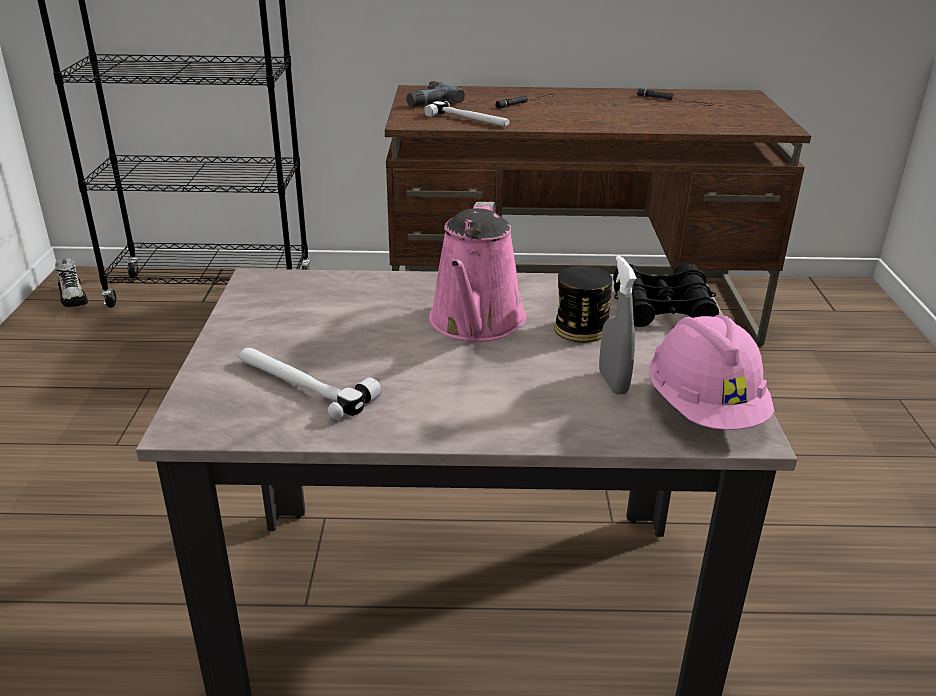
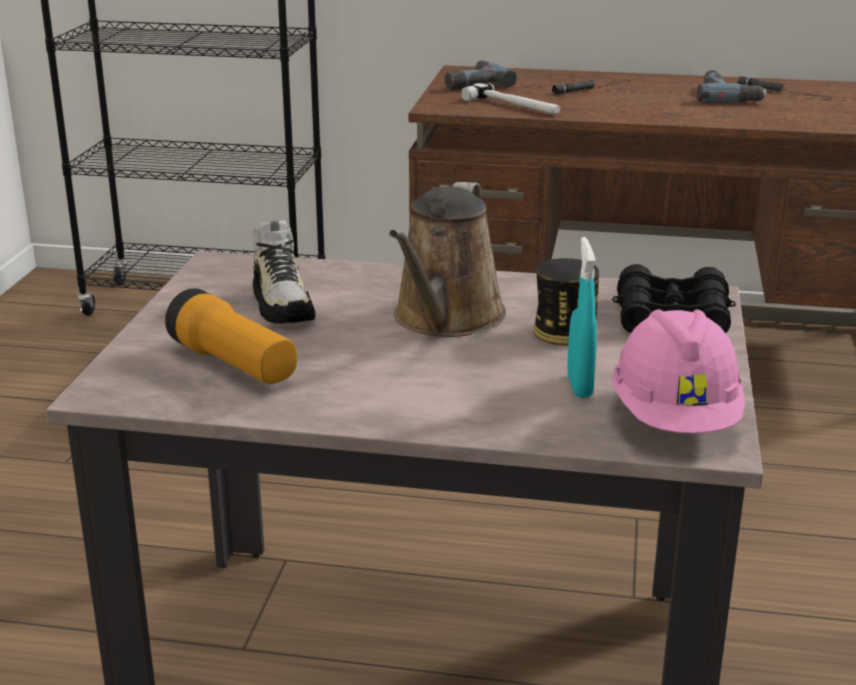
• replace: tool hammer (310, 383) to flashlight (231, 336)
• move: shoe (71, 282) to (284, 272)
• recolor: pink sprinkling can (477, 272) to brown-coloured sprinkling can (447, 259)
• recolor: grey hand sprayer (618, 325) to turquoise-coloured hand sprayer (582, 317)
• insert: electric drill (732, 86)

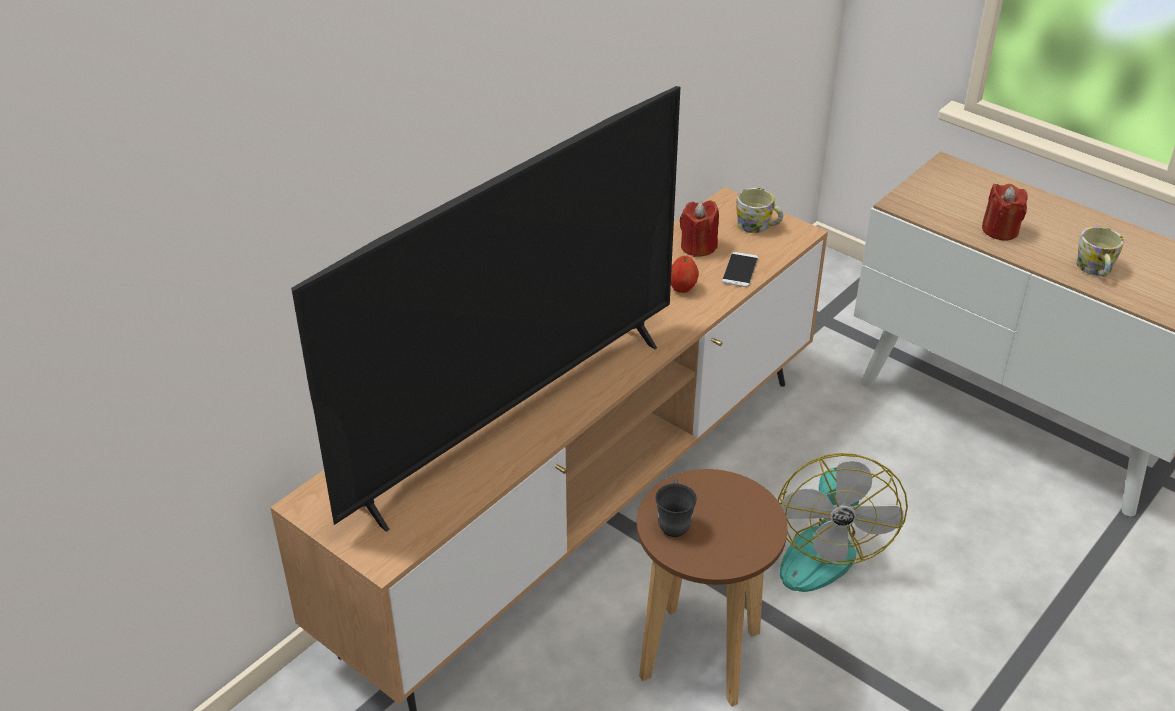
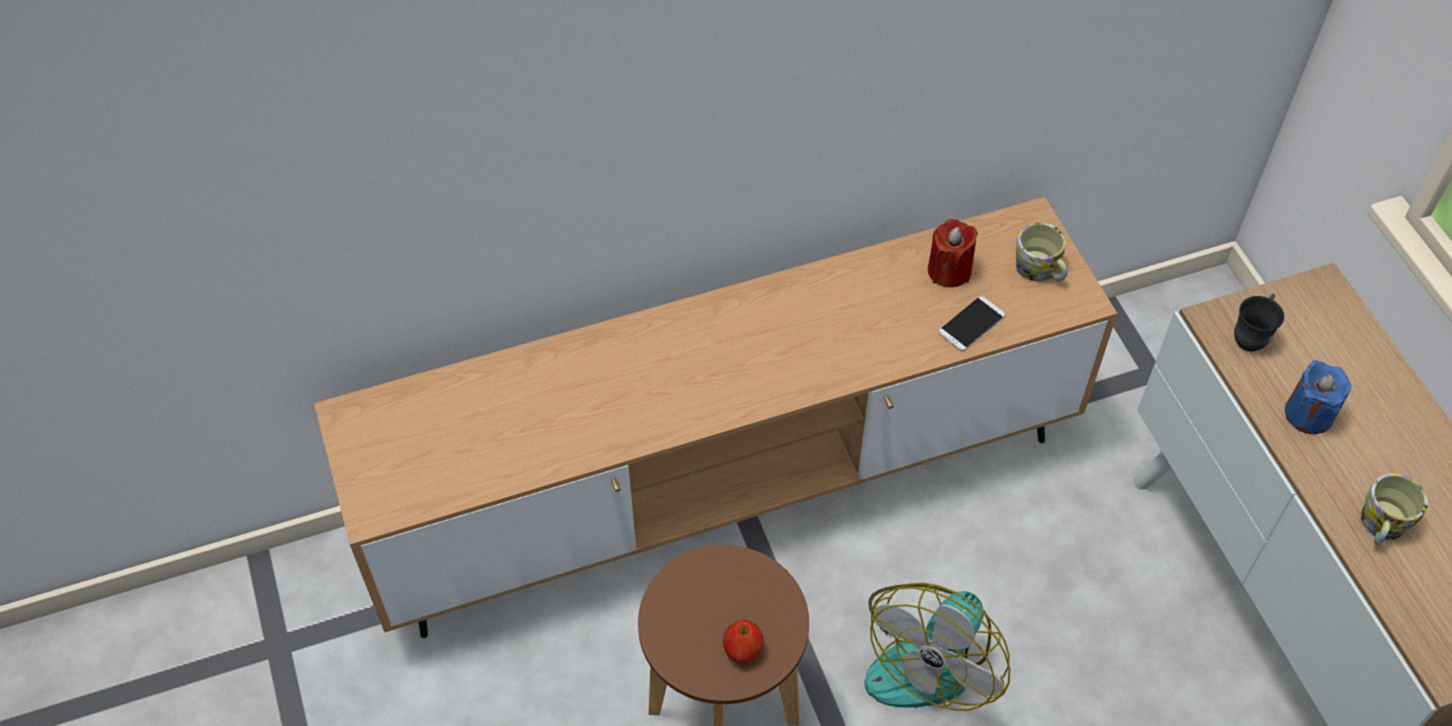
• move: whole apple (685, 274) to (743, 641)
• move: grey mug (676, 508) to (1259, 323)
• recolor: red candle (1005, 212) to bluish candle (1318, 397)
• delete: TV (485, 309)

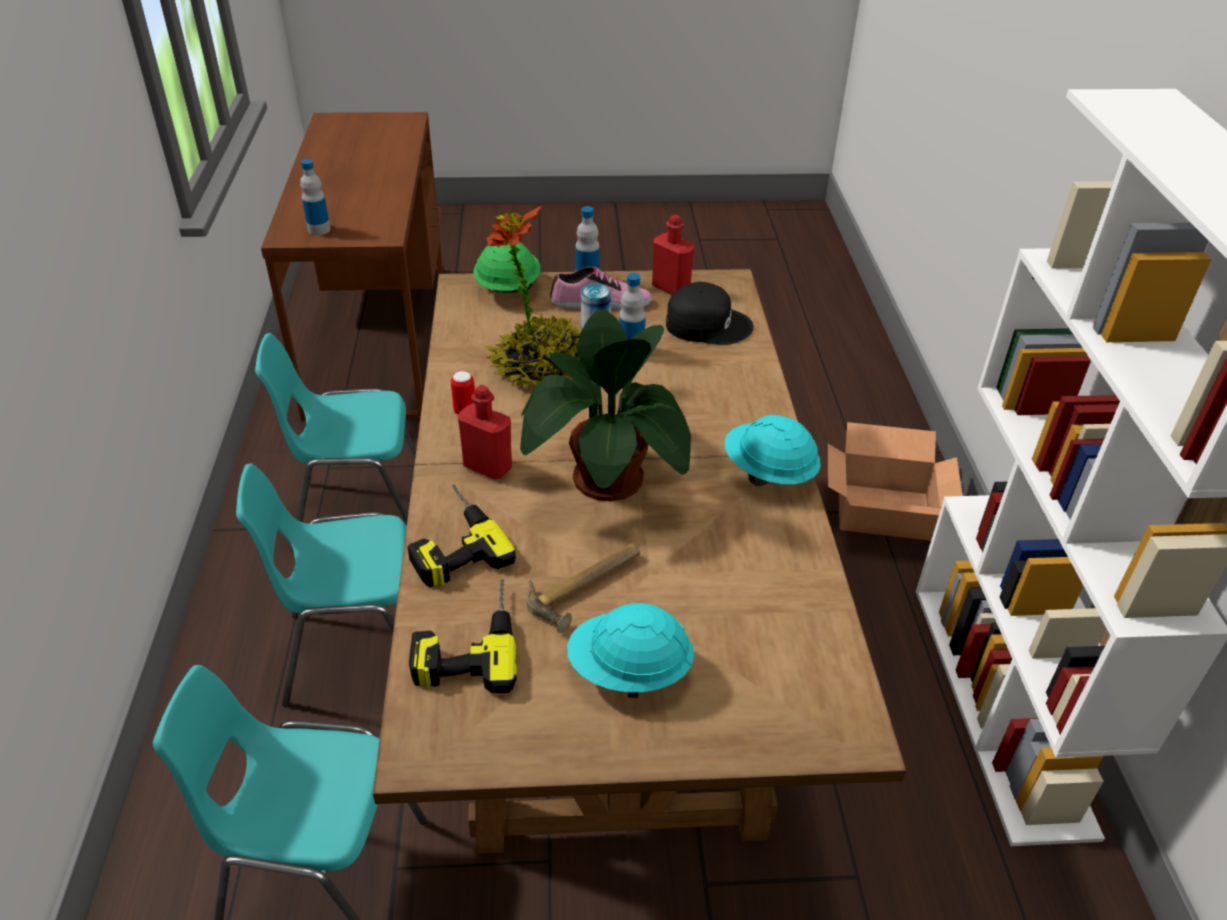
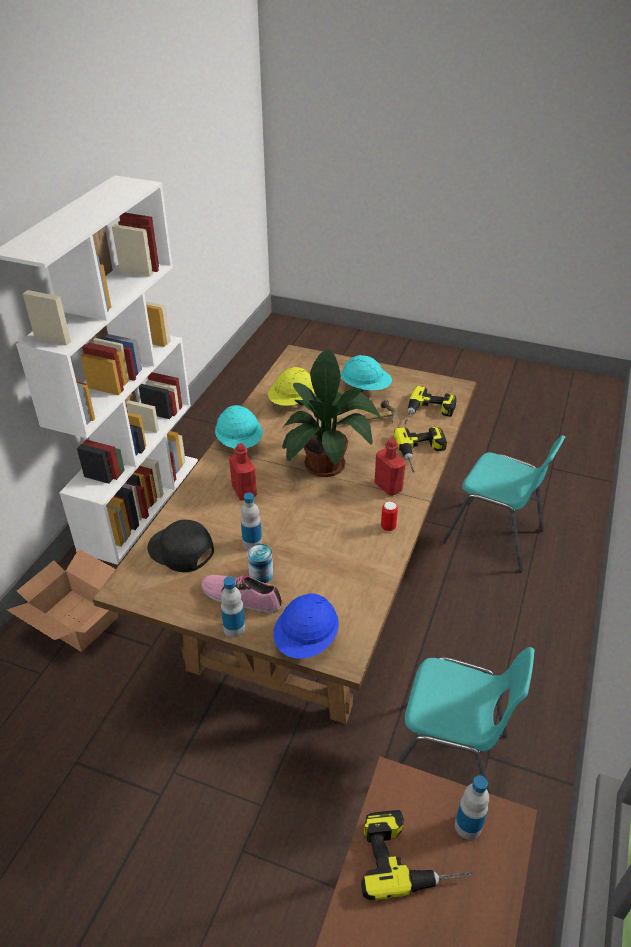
• move: red drink bottle (673, 255) to (243, 472)
• insert: yellow hard hat (291, 386)
• recolor: green hard hat (507, 267) to bluish hard hat (306, 625)
• insert: electric drill (417, 855)
• delete: turquoise-coloured plain chair (321, 585)
• delete: houseplant (532, 296)

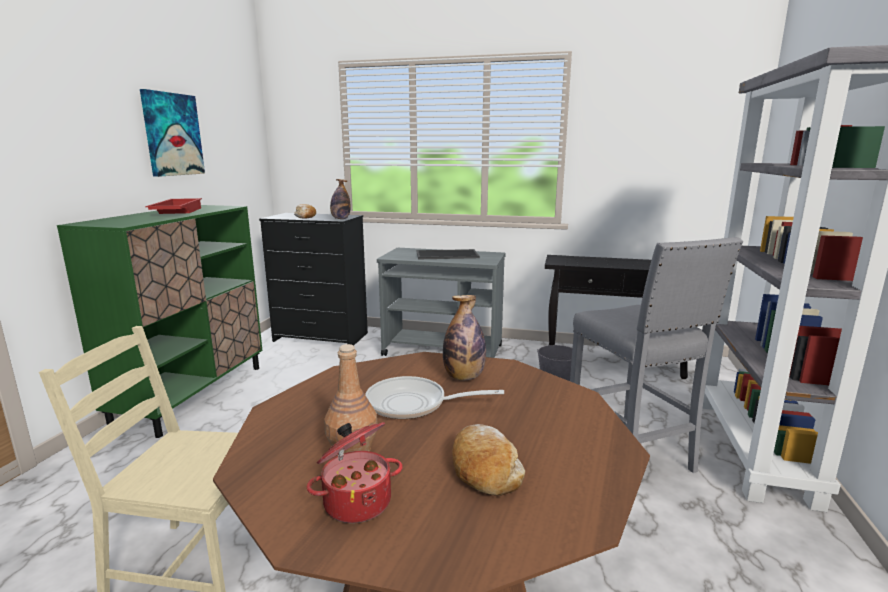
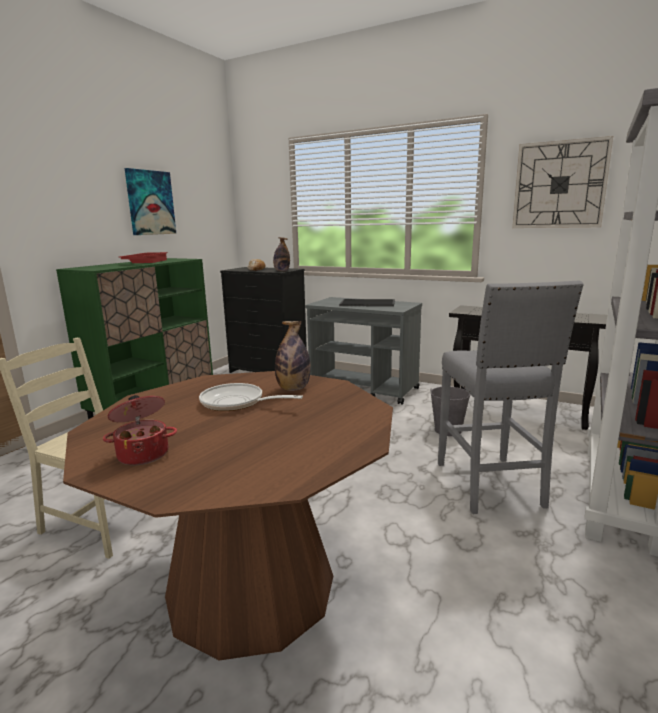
• insert: wall clock (562, 182)
• delete: brown-coloured drink bottle (351, 400)
• delete: baked bread (488, 460)

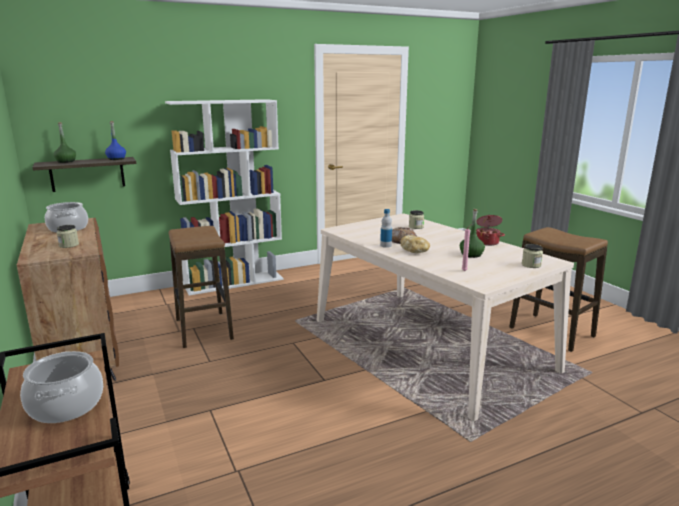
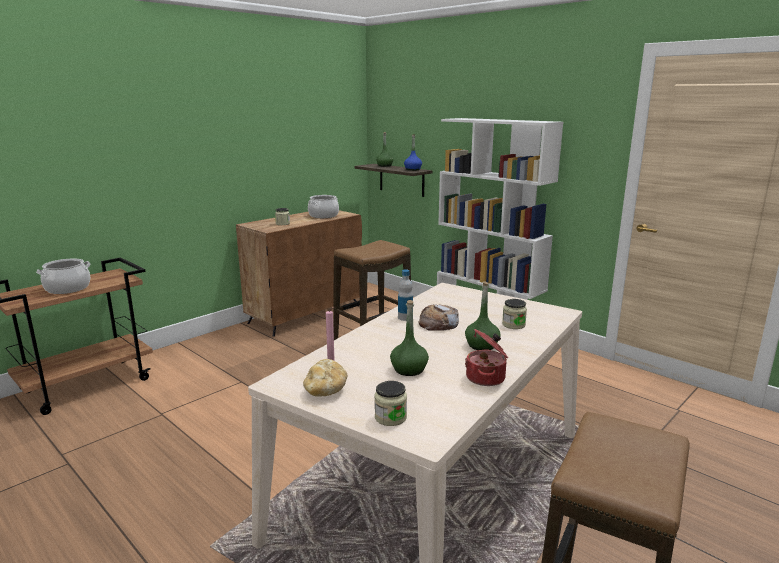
• move: baked bread (415, 244) to (325, 378)
• insert: green drink bottle (483, 316)

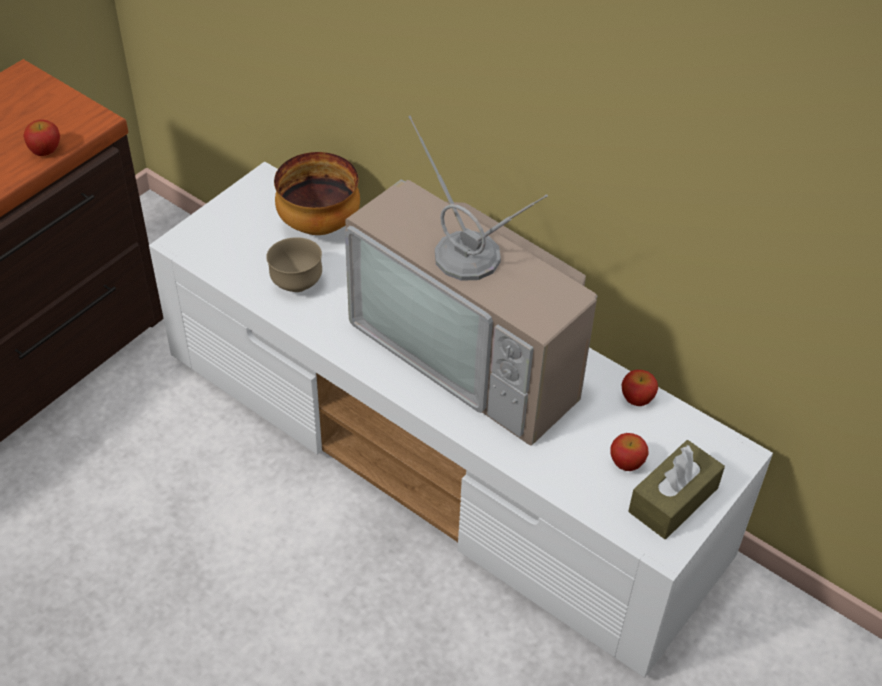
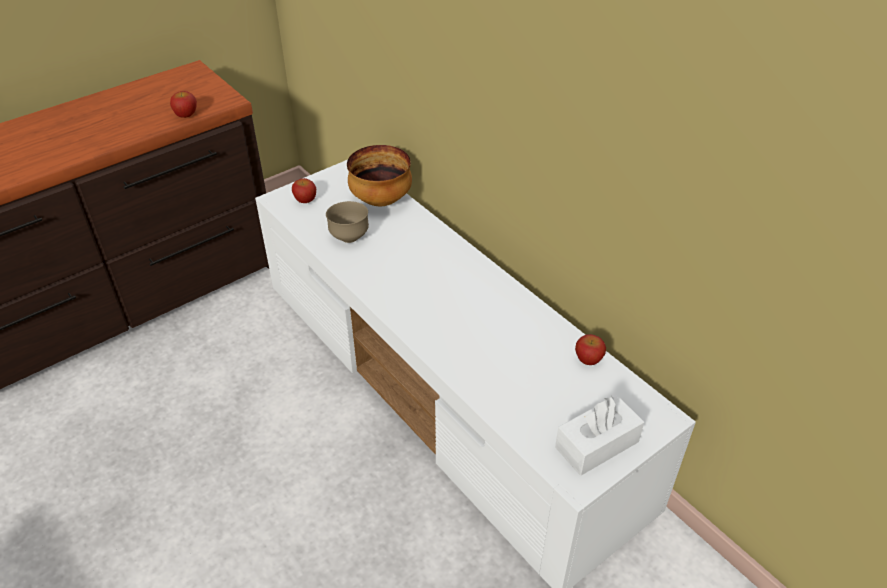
• move: whole apple (629, 452) to (304, 190)
• recolor: brown-coloured tissue box (677, 489) to white tissue box (599, 435)
• delete: TV (471, 280)

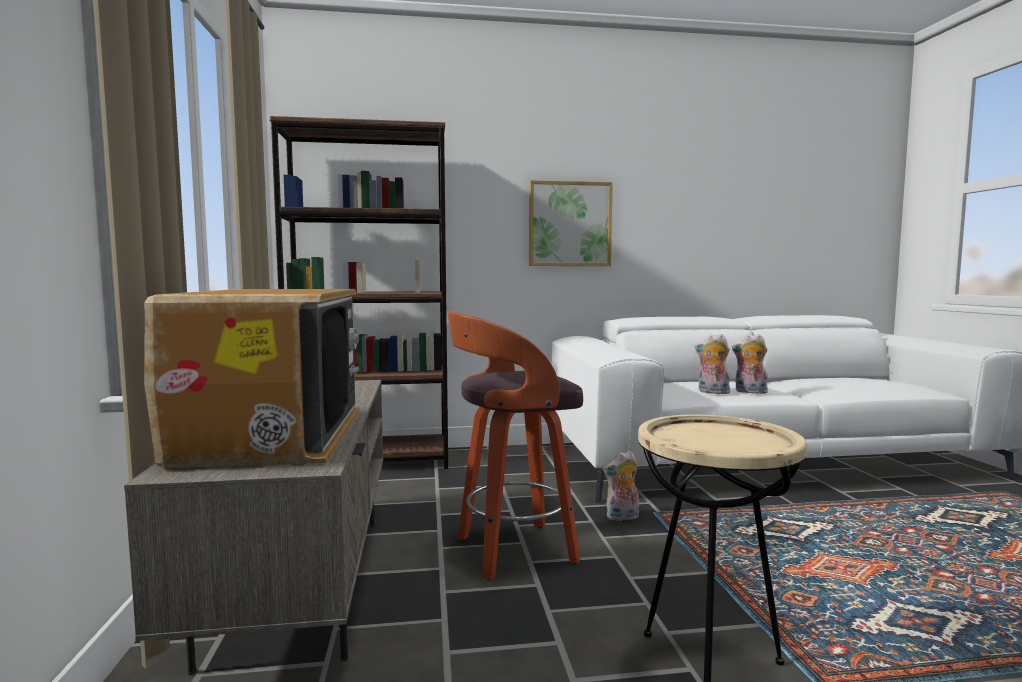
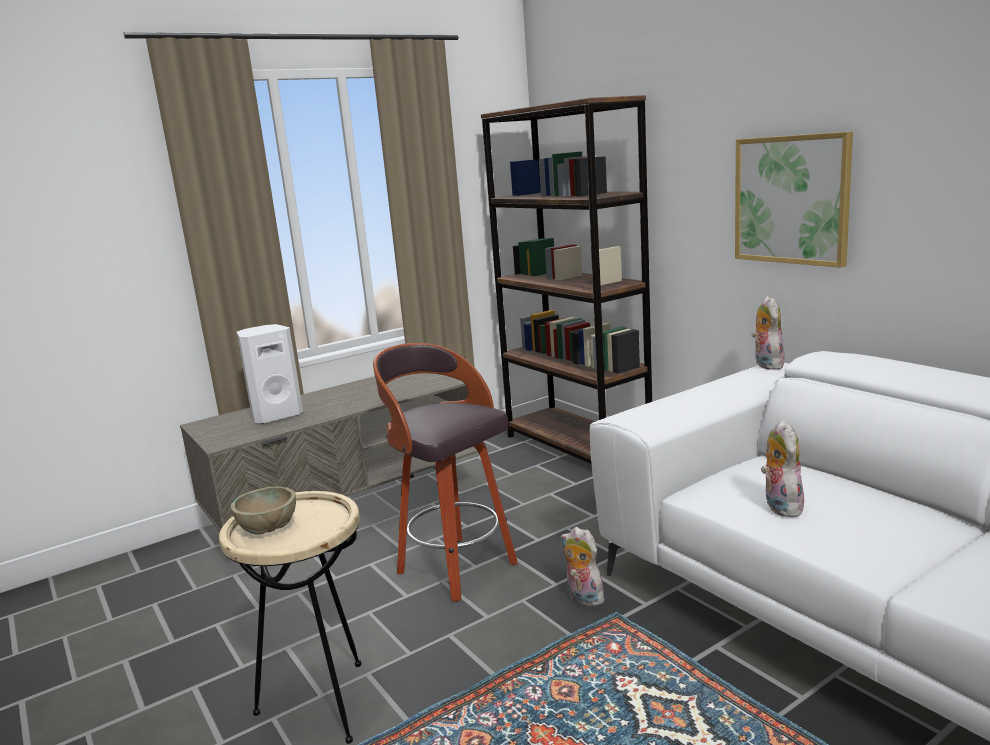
• insert: beige serving bowl (263, 510)
• replace: TV (251, 378) to white loudspeaker (270, 374)
• move: plush toy (750, 364) to (768, 333)

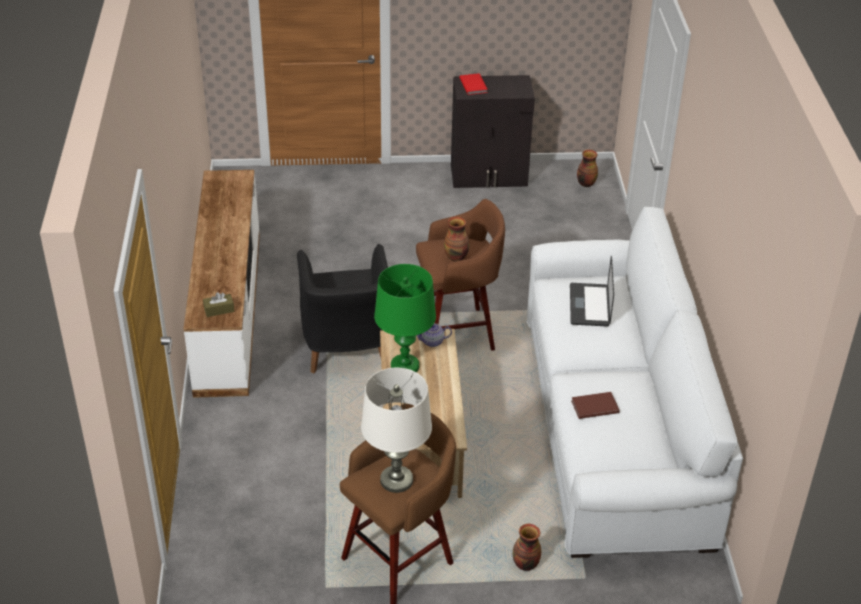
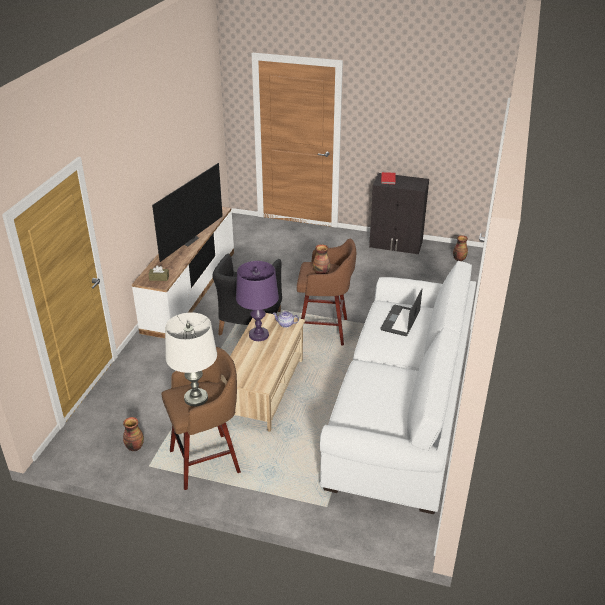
• move: flower vase (527, 547) to (133, 434)
• insert: TV (187, 212)
• recolor: green table lamp (405, 318) to purple table lamp (257, 301)
• delete: brown-coloured book (595, 405)

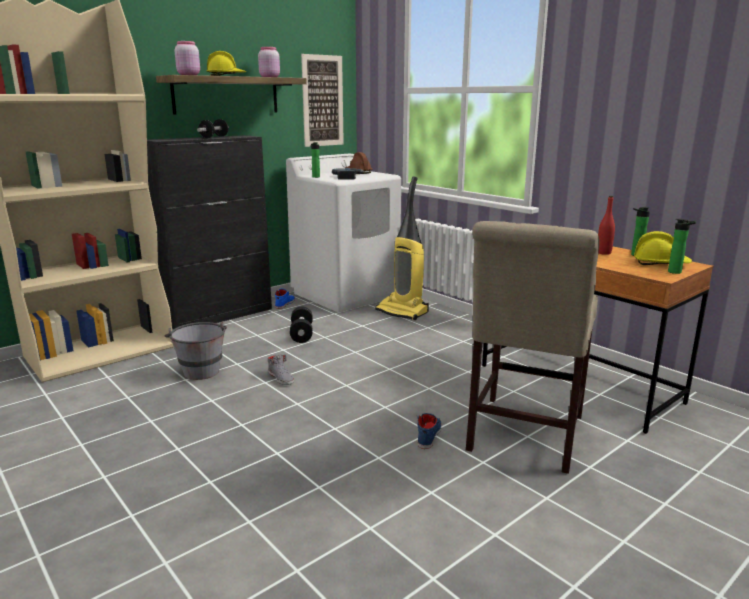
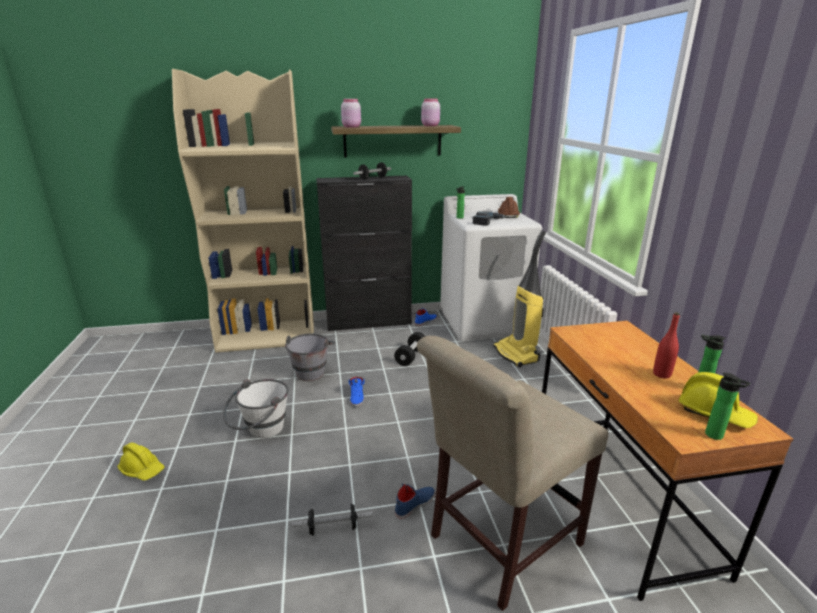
• move: yellow hard hat (226, 63) to (141, 462)
• insert: white pail (256, 408)
• insert: hand weight (332, 520)
• recolor: grey shoe (281, 369) to bluish shoe (356, 392)
• delete: wall picture (322, 100)

